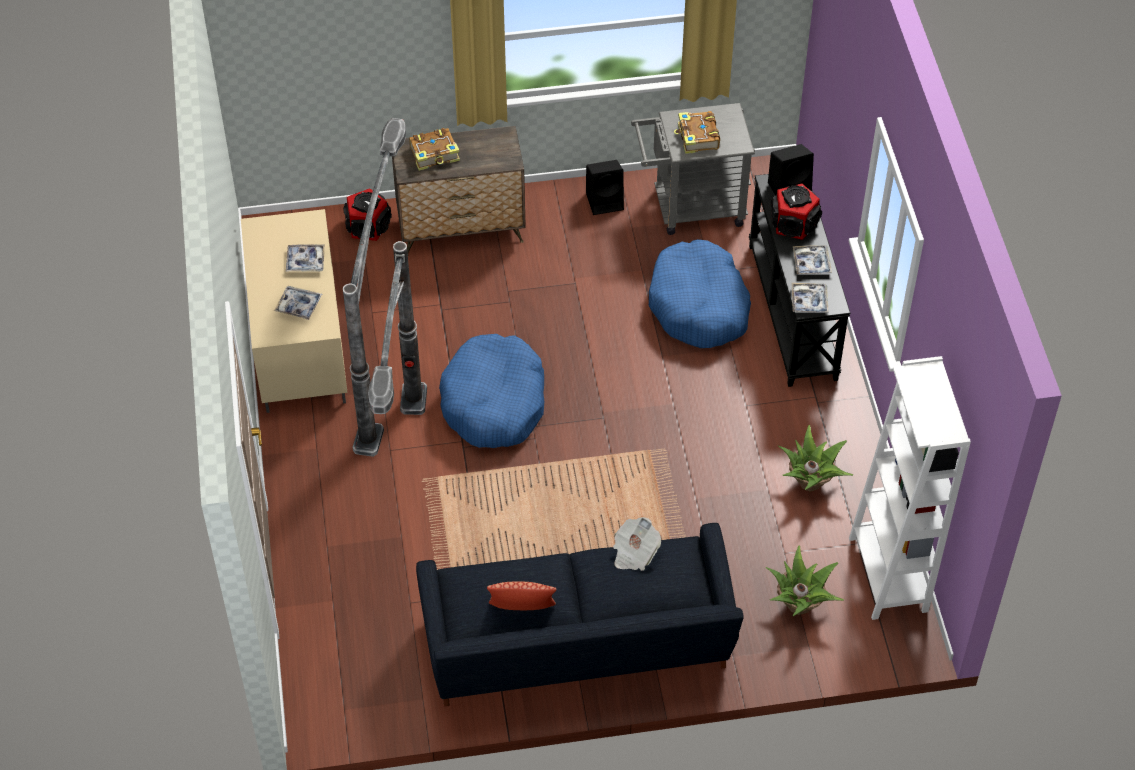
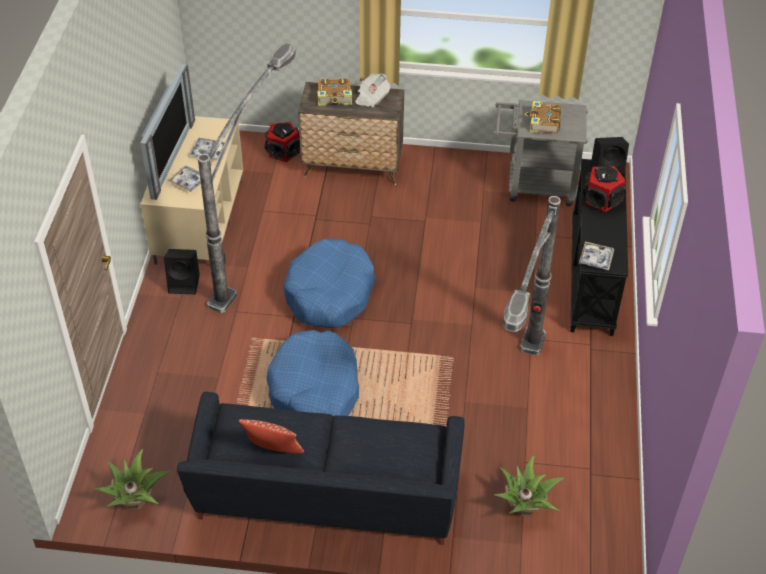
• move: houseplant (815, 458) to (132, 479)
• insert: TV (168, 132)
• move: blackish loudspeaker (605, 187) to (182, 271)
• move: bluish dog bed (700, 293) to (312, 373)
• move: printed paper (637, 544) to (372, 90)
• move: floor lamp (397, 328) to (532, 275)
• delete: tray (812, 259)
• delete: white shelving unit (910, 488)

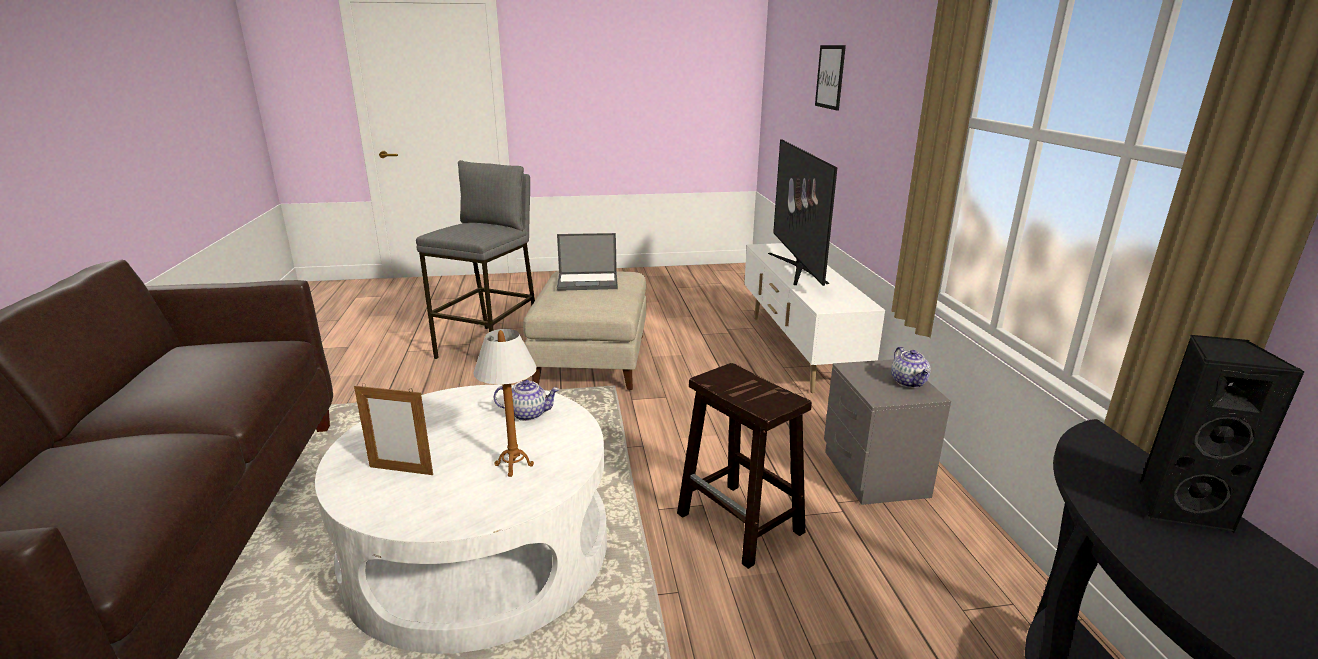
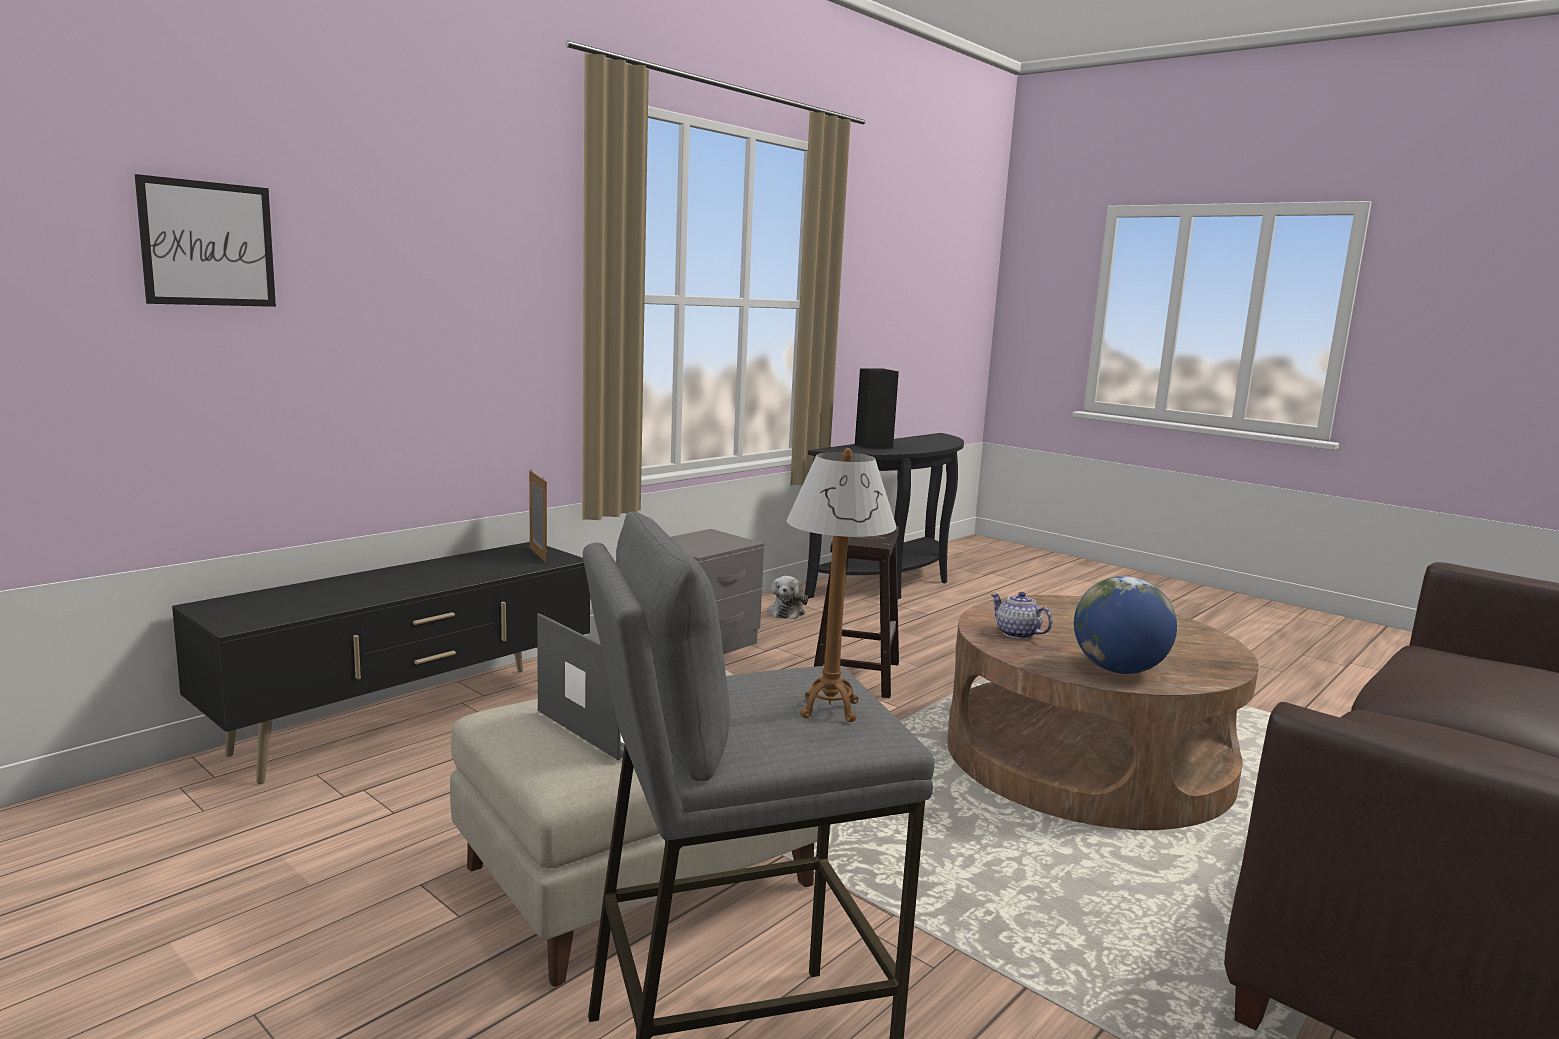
• recolor: white tv unit (814, 318) to blackish tv unit (381, 663)
• move: picture frame (393, 429) to (538, 516)
• insert: plush toy (788, 597)
• move: table lamp (505, 403) to (841, 585)
• recolor: white coffee table (461, 519) to brown-coloured coffee table (1103, 712)
• insert: desk globe (1125, 625)
• delete: TV (802, 212)
• delete: tea pot (911, 367)

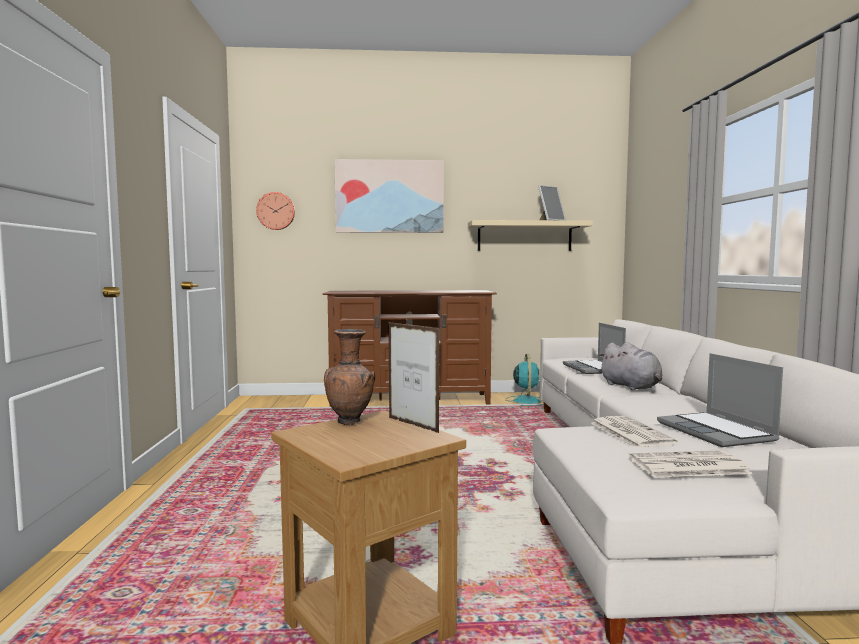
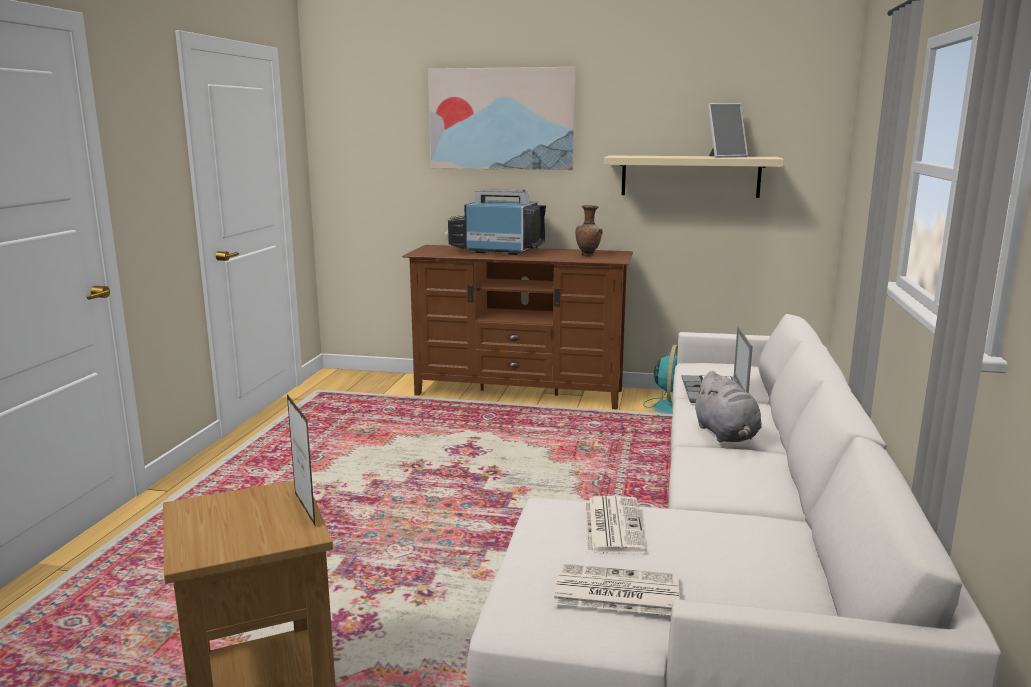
• insert: TV (495, 222)
• move: brown-coloured flower vase (349, 377) to (589, 231)
• delete: wall clock (275, 211)
• delete: portable computer (720, 400)

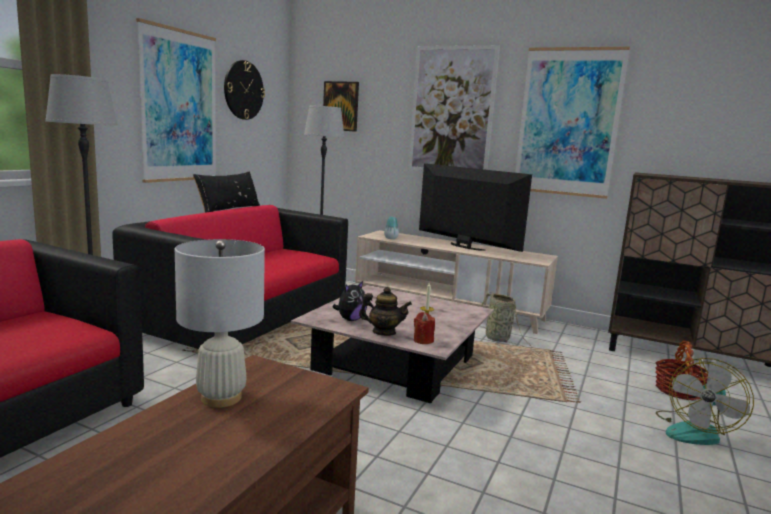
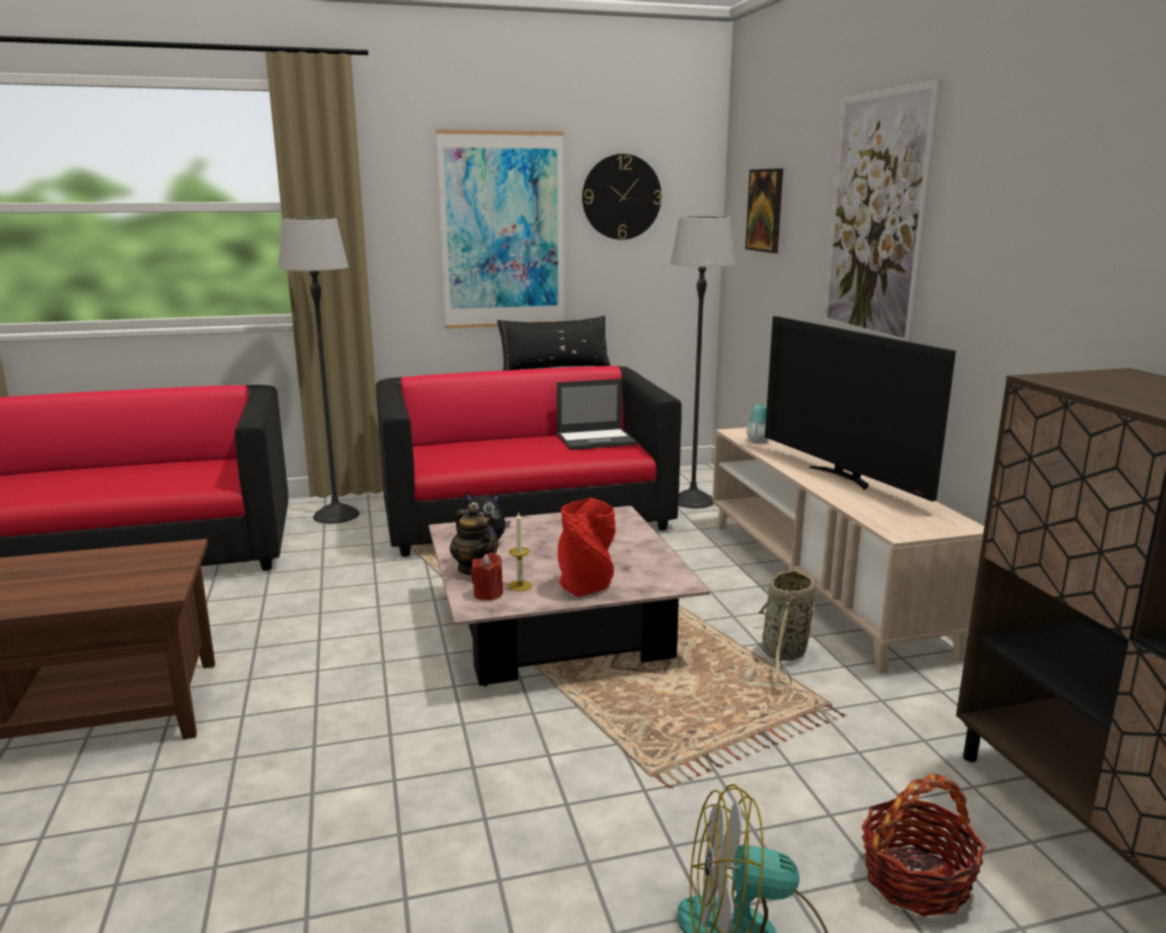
• insert: portable computer (597, 414)
• insert: red flower vase (586, 547)
• rotate: TV (475, 207) = (860, 409) 150 degrees clockwise
• delete: white table lamp (220, 323)
• delete: wall picture (572, 123)

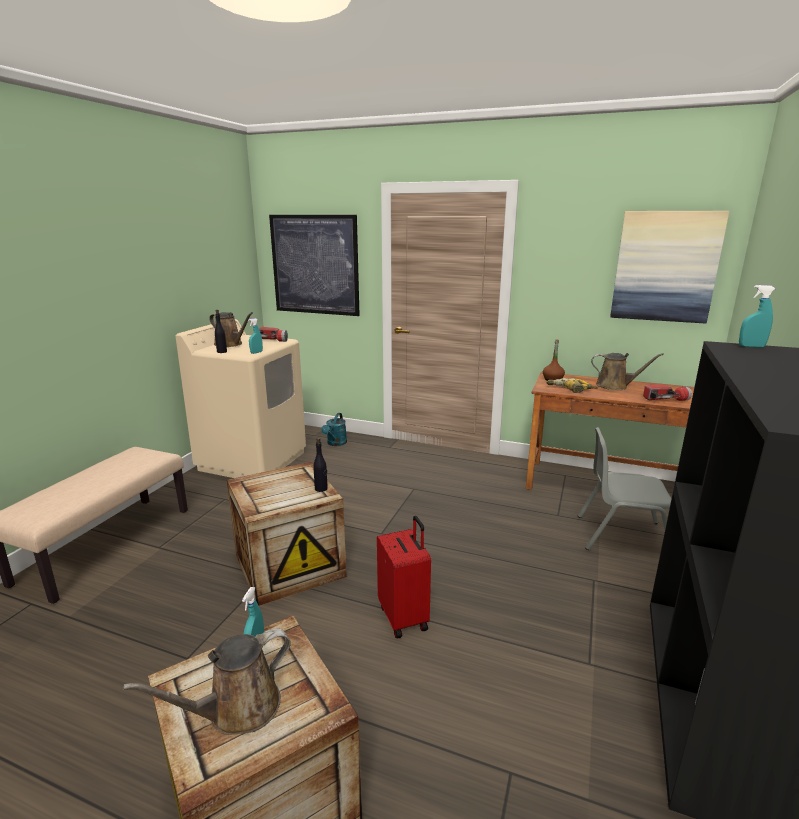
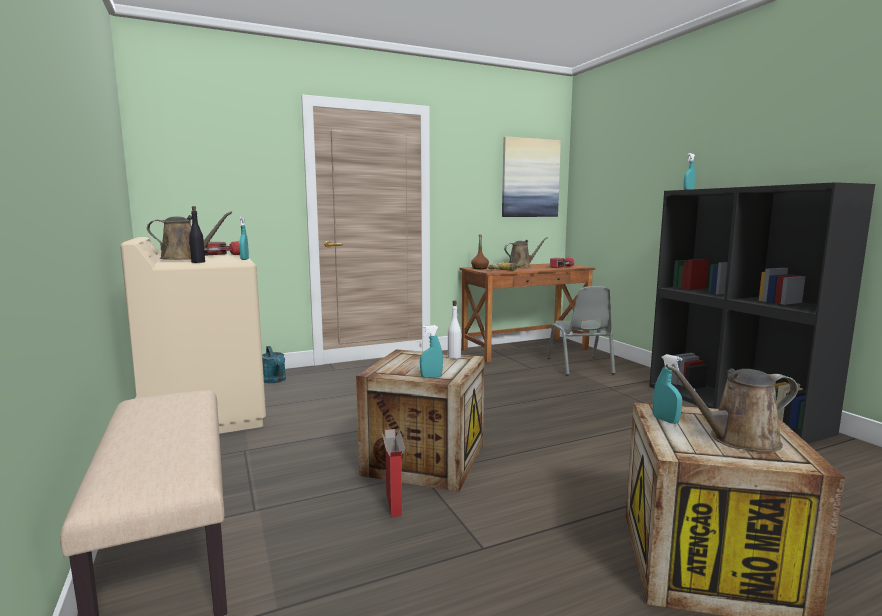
• insert: packing box (393, 473)
• insert: turquoise-coloured hand sprayer (431, 351)
• recolor: blackish drink bottle (320, 465) to white drink bottle (455, 330)
• rotate: grey plain chair (625, 488) = (581, 330) 60 degrees counterclockwise
• rotate: brown-coloured sprinkling can (207, 682) = (731, 408) 75 degrees clockwise
• delete: wall picture (314, 265)
• delete: red travel case (404, 577)

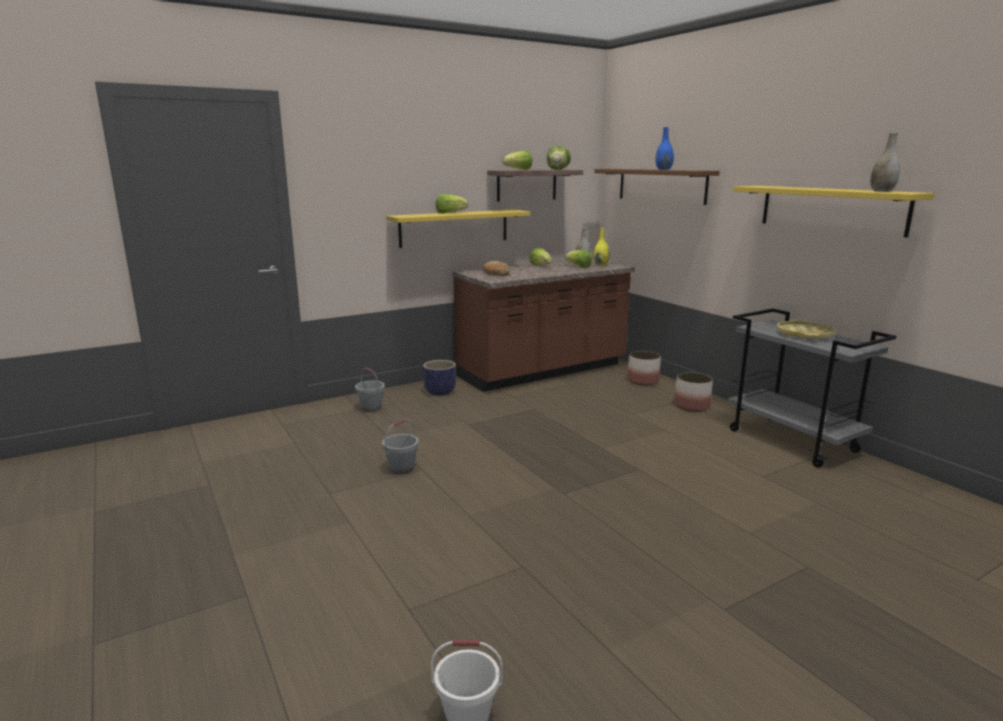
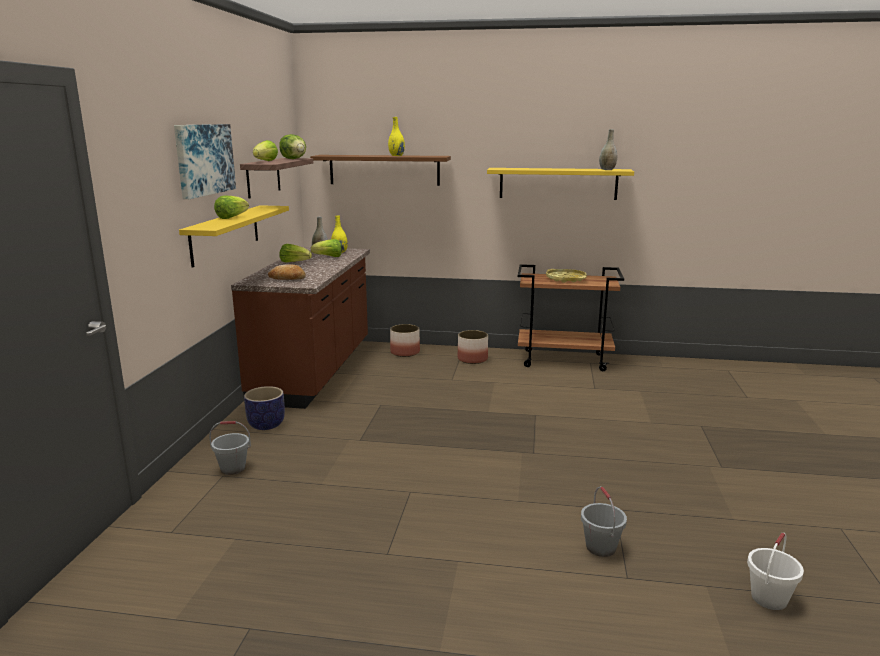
• insert: wall picture (205, 161)
• recolor: bluish flower vase (665, 148) to yellow flower vase (396, 136)
• recolor: grey cart (812, 388) to brown-coloured cart (571, 317)
• move: grey pail (400, 446) to (604, 521)

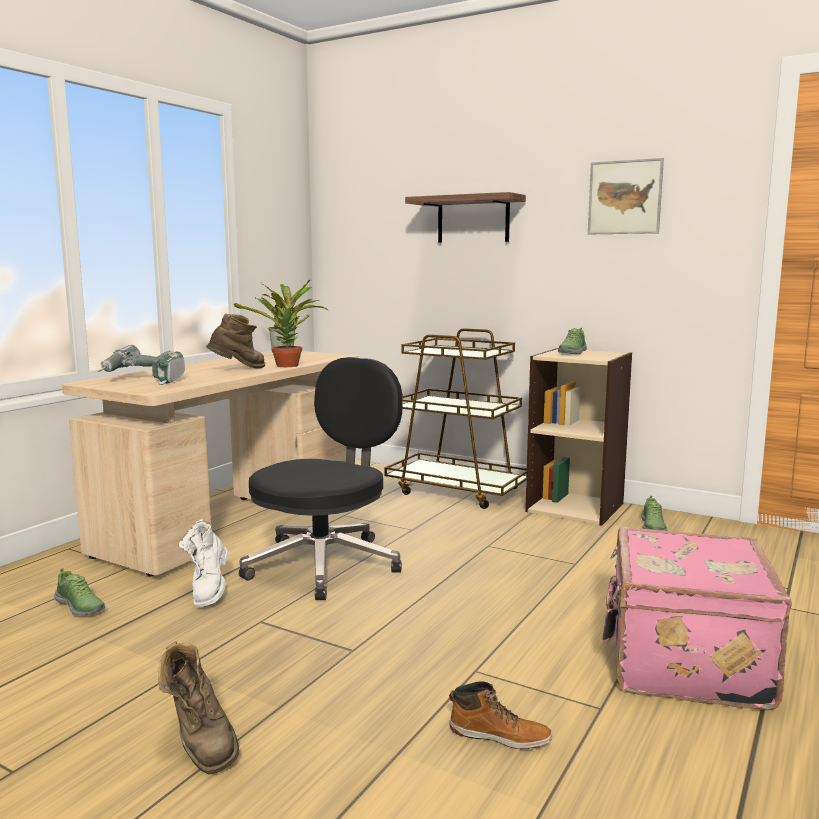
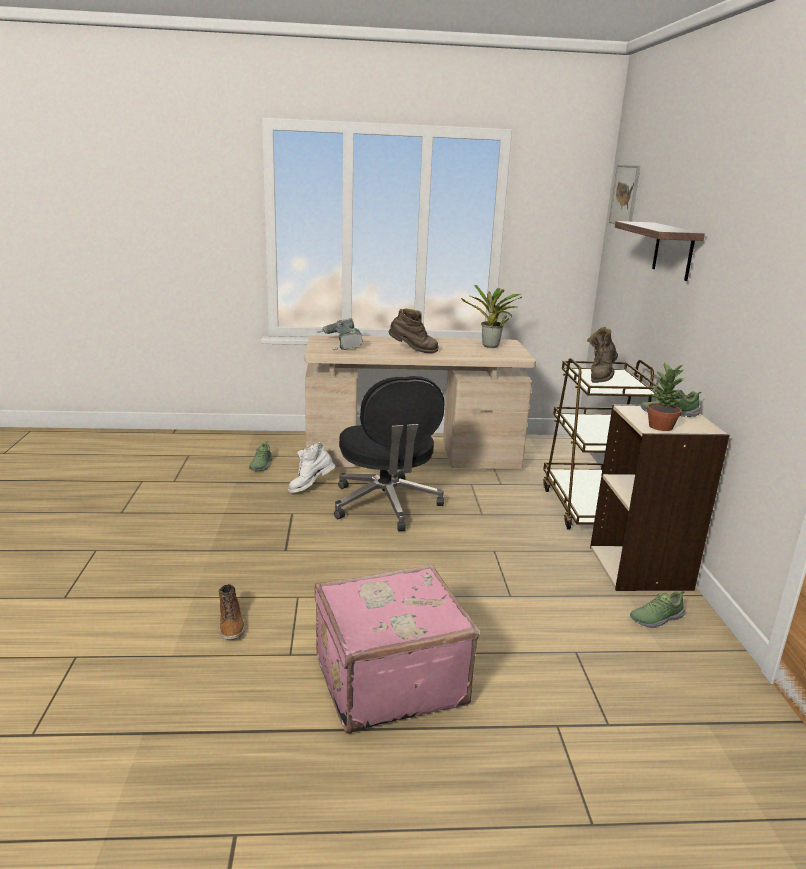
• rotate: blackish office chair (321, 478) = (389, 453) 75 degrees clockwise
• move: brown-coloured tall boot (198, 708) to (602, 355)
• move: wall picture (626, 196) to (624, 194)
• move: houseplant (287, 335) to (665, 396)

